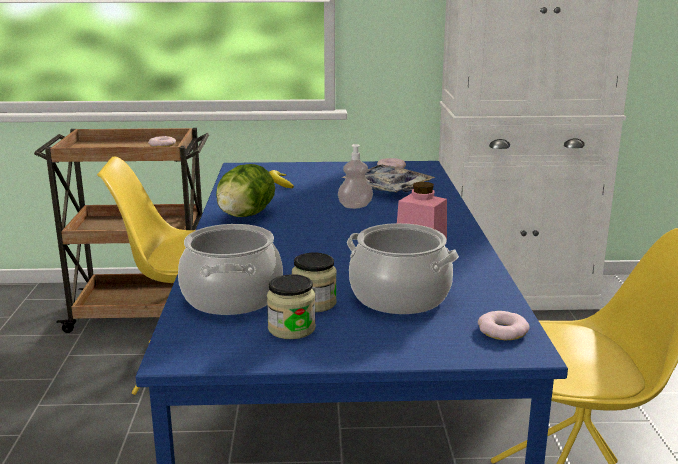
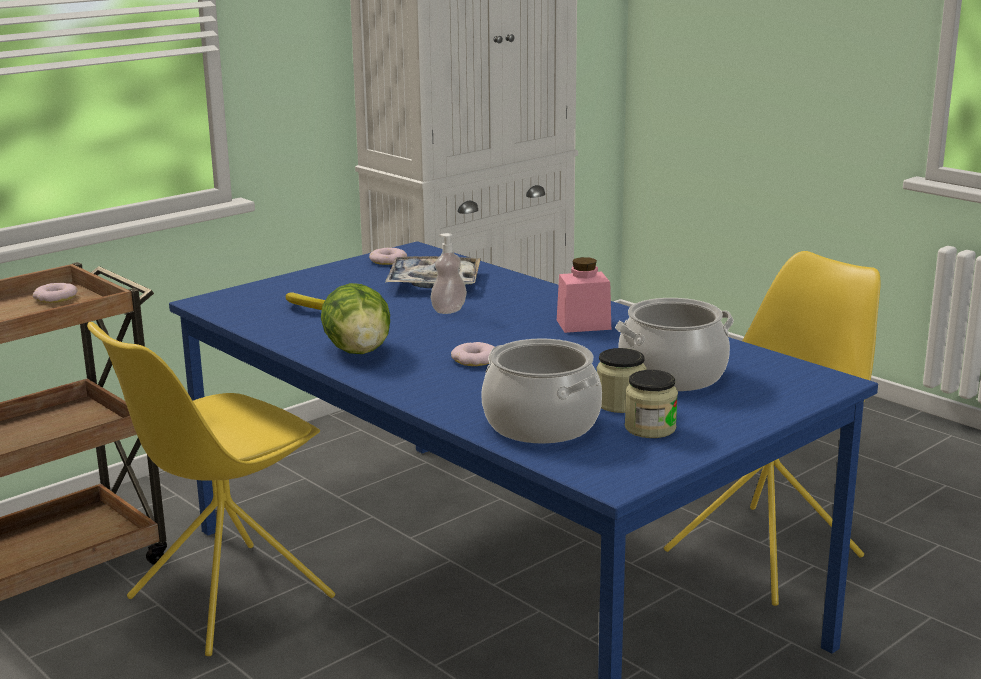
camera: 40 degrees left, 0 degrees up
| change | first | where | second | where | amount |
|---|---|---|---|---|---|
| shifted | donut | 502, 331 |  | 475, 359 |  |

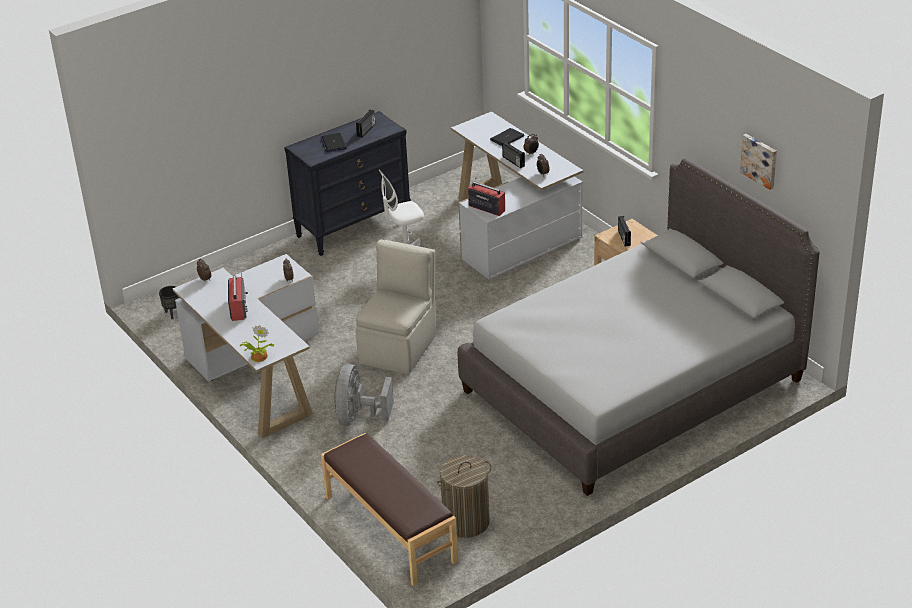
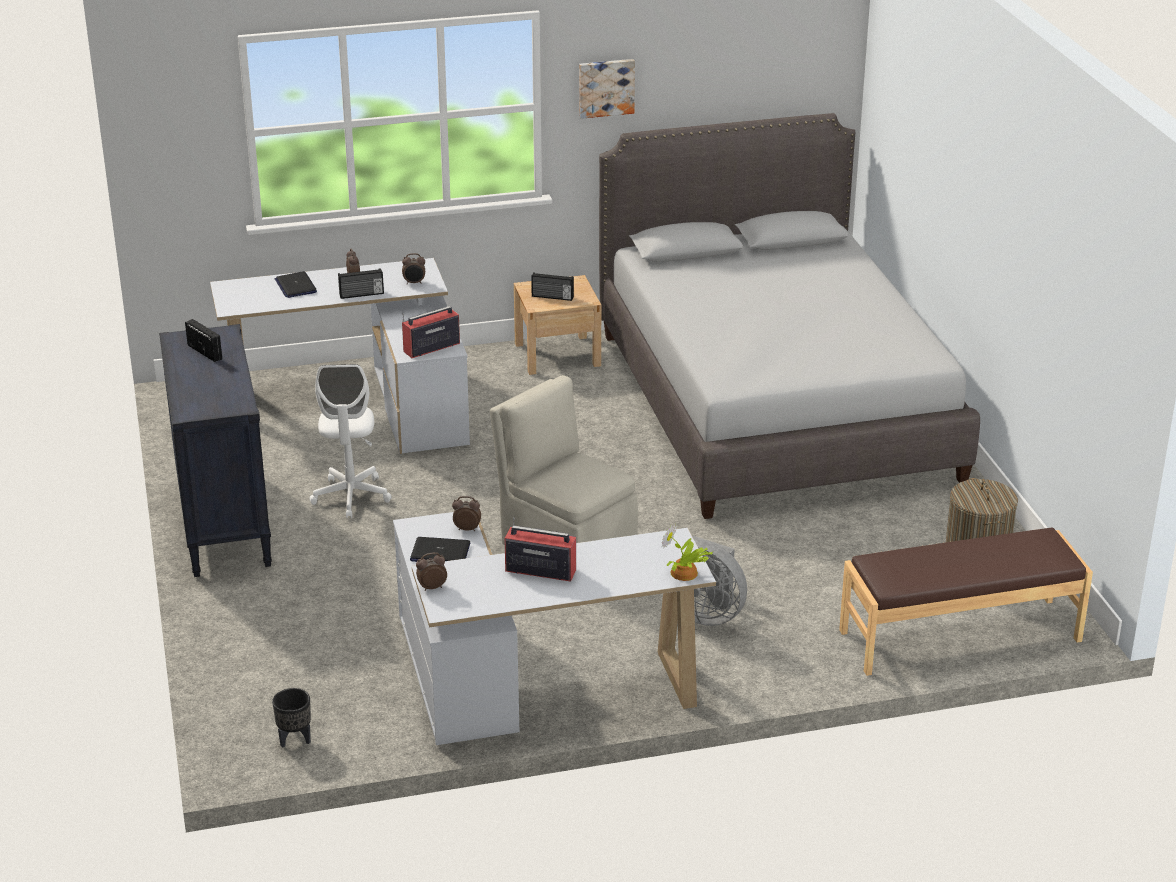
camera: 70 degrees left, 5 degrees down
| change | first | where | second | where | amount |
|---|---|---|---|---|---|
| shifted | laptop | 333, 143 |  | 440, 552 |  |
| shifted | picture | 759, 160 |  | 606, 87 |  |

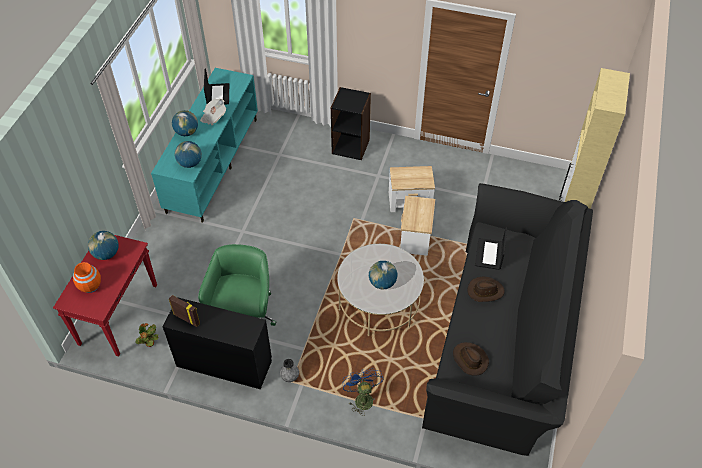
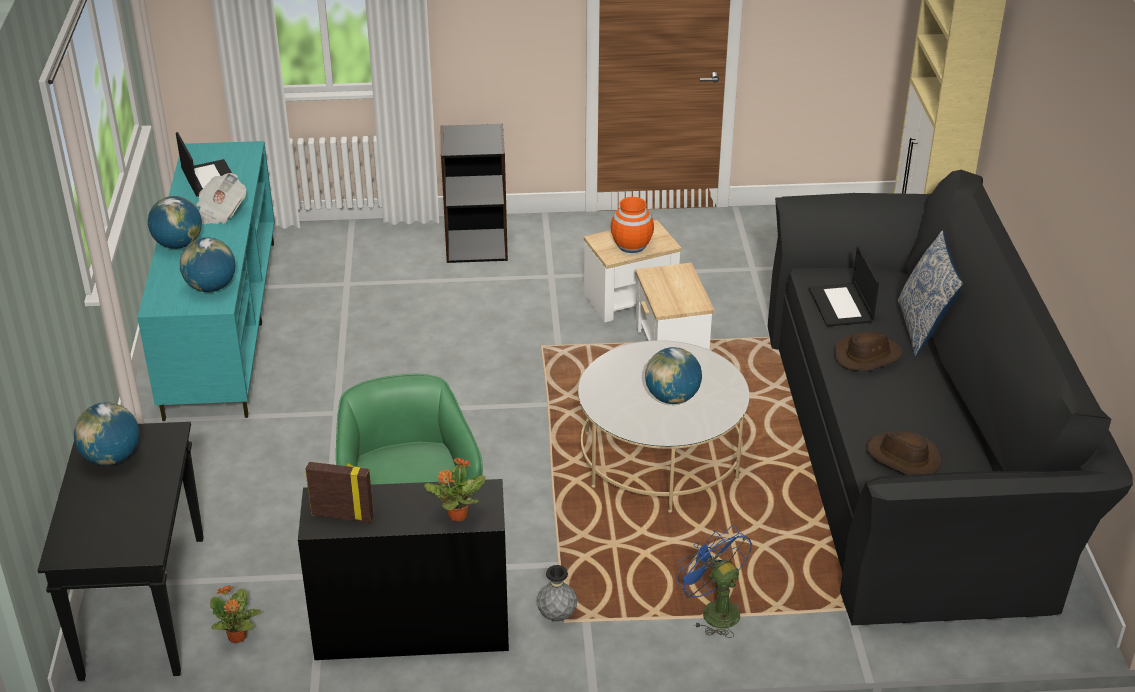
camera: 20 degrees left, 15 degrees down
| change | first | where | second | where | amount |
|---|---|---|---|---|---|
| repainted | red_console_table | 118, 314 | black_console_table | 143, 605 |  |
| shifted | orange_vase | 90, 286 |  | 632, 245 |  |
| new |  |  | pillow | 923, 328 |  |
| new |  |  | potted_plant | 457, 515 |  |

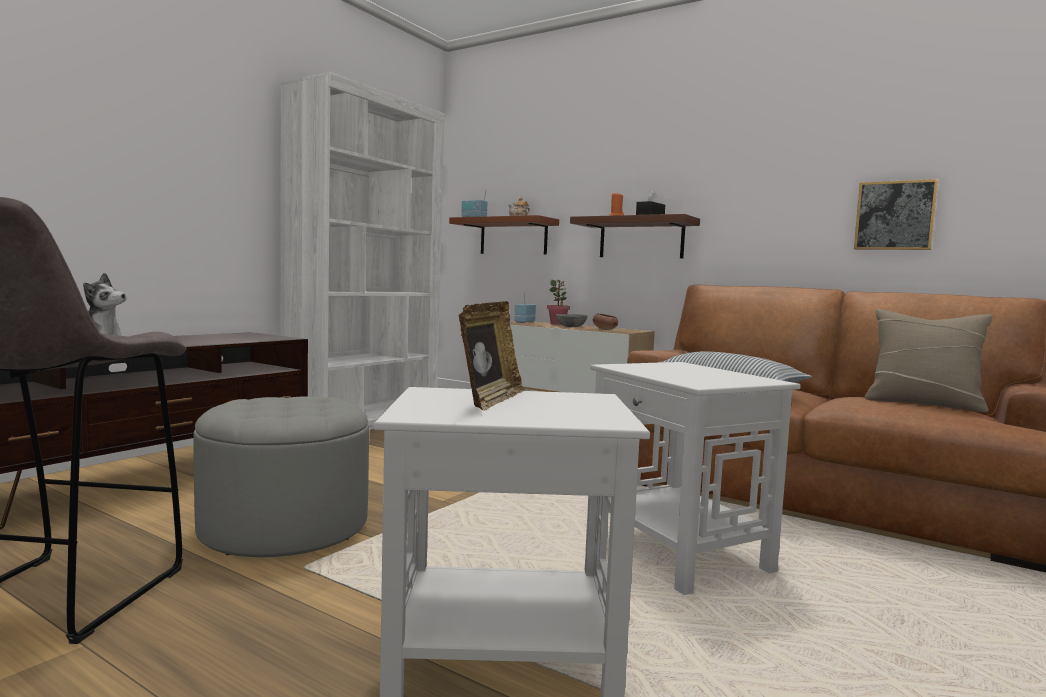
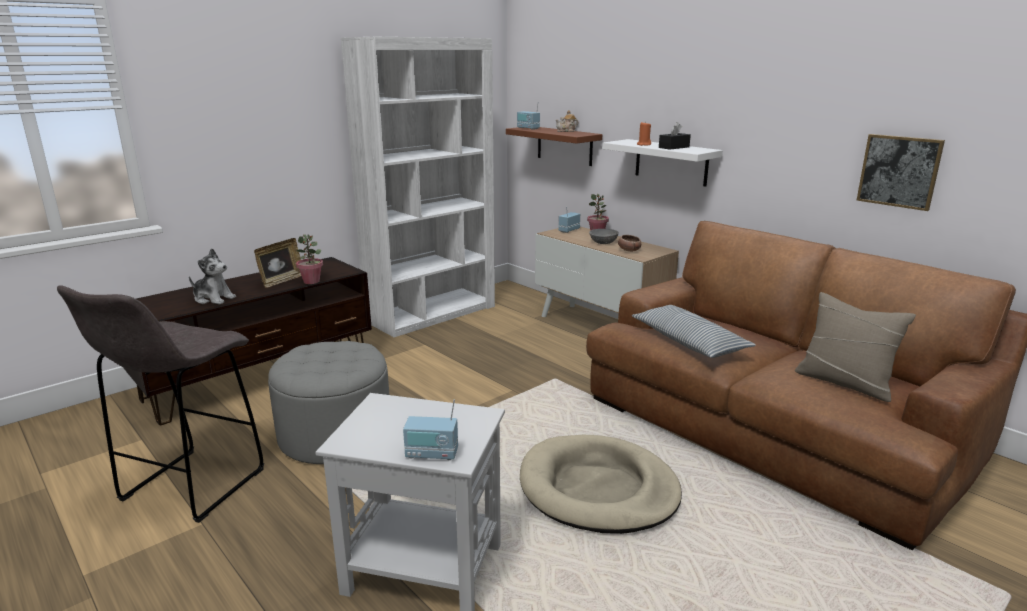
camera: 15 degrees right, 15 degrees up
| change | first | where | second | where | amount |
|---|---|---|---|---|---|
| repainted | brown_shelf | 641, 238 | white_shelf | 671, 162 |  |
| shifted | picture_frame | 490, 401 |  | 281, 281 |  |
| swapped | white_side_table | 678, 554 | beige_dog_bed | 598, 489 |  |
| new |  |  | potted_plant | 311, 281 |  |
| new |  |  | radio | 432, 454 |  |

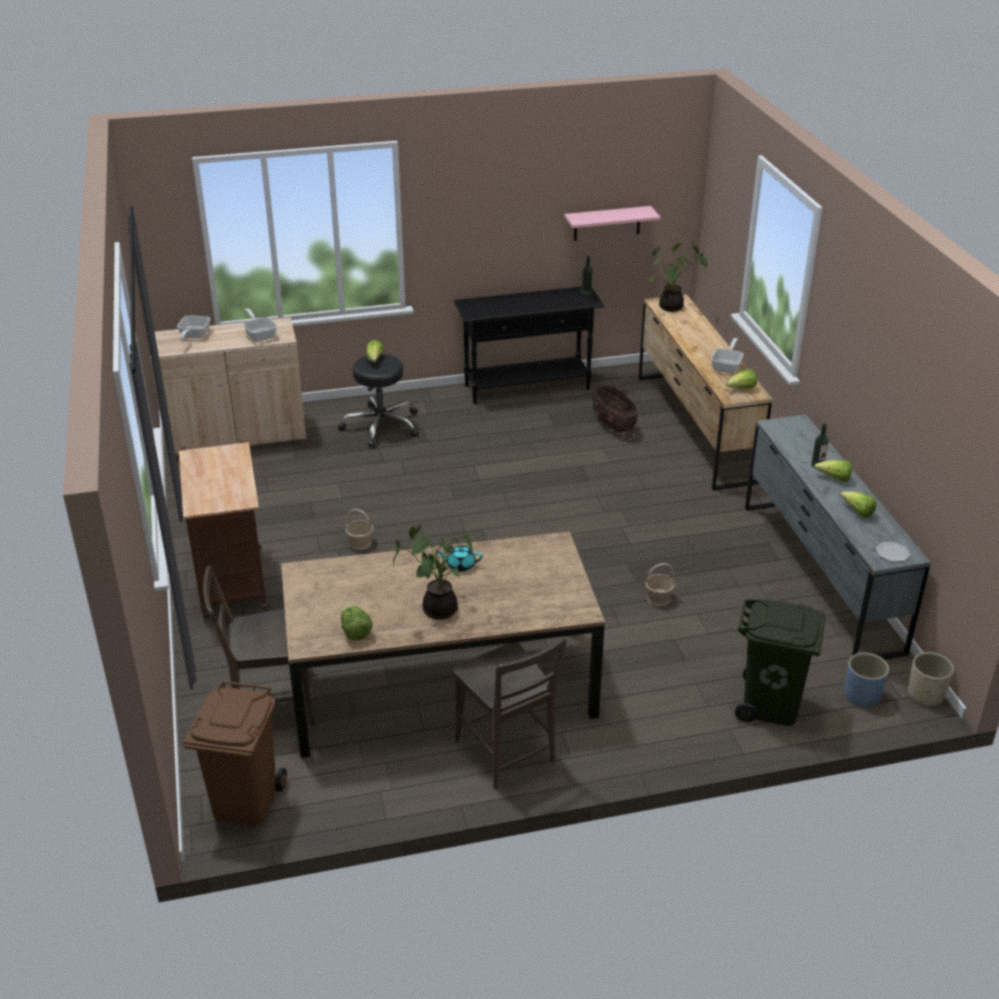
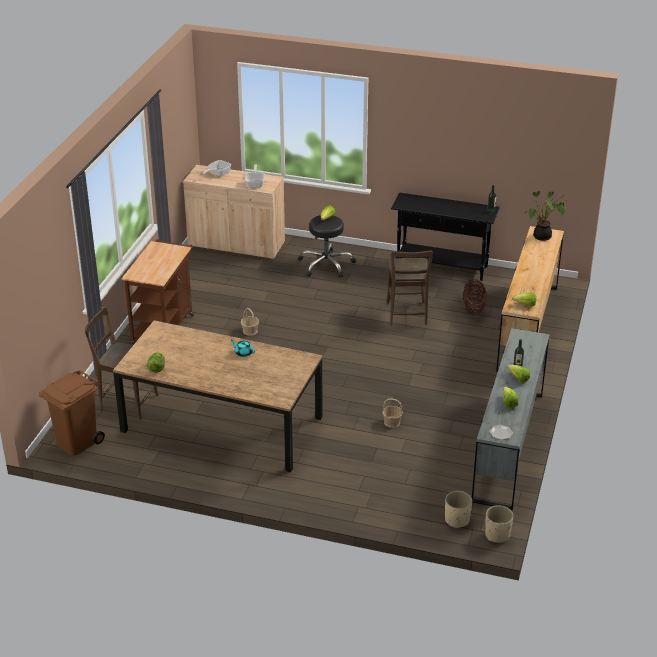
camera: 30 degrees right, 0 degrees up
| change | first | where | second | where | amount |
|---|---|---|---|---|---|
| gone | pink_shelf | 607, 223 |  |  |  |
| gone | frying_pan | 727, 366 |  |  |  |
| gone | potted_plant | 437, 608 |  |  |  |
| gone | green_trash_can | 770, 706 |  |  |  |
| shifted | brown_chair | 507, 755 |  | 407, 315 |  |
| repainted | blue_planter | 862, 696 | beige_planter | 457, 520 |  |

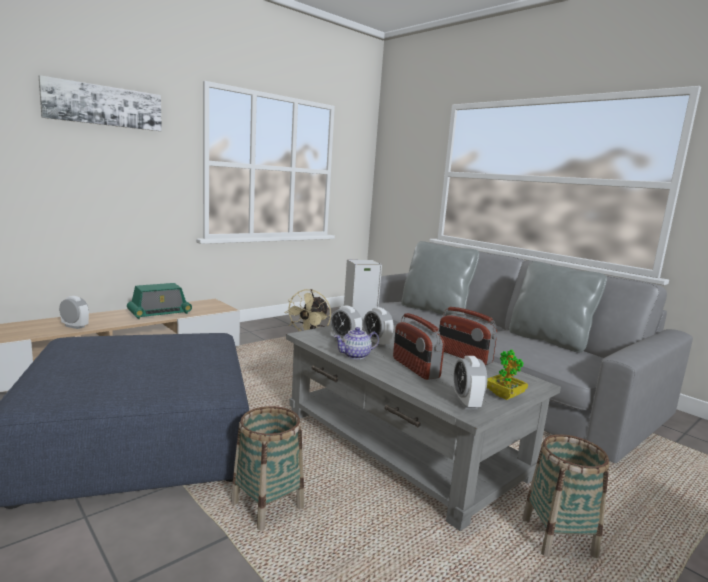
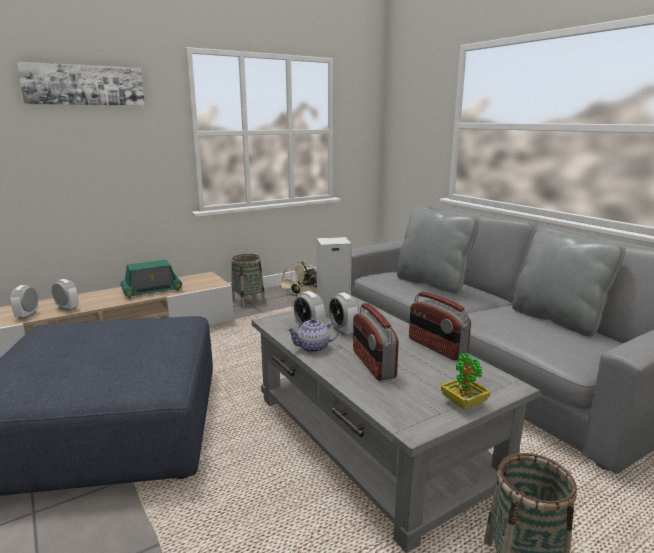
camera: 10 degrees right, 5 degrees up
| change | first | where | second | where | amount |
|---|---|---|---|---|---|
| shifted | alarm_clock | 466, 403 |  | 27, 315 |  |
| shifted | basket | 267, 505 |  | 248, 301 |  |

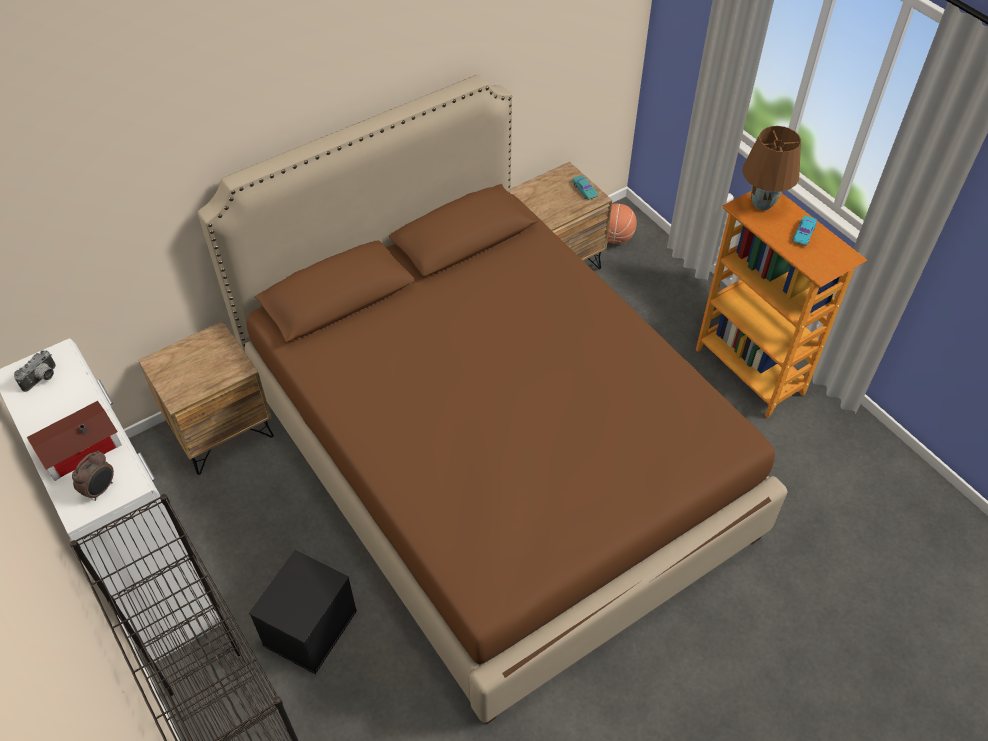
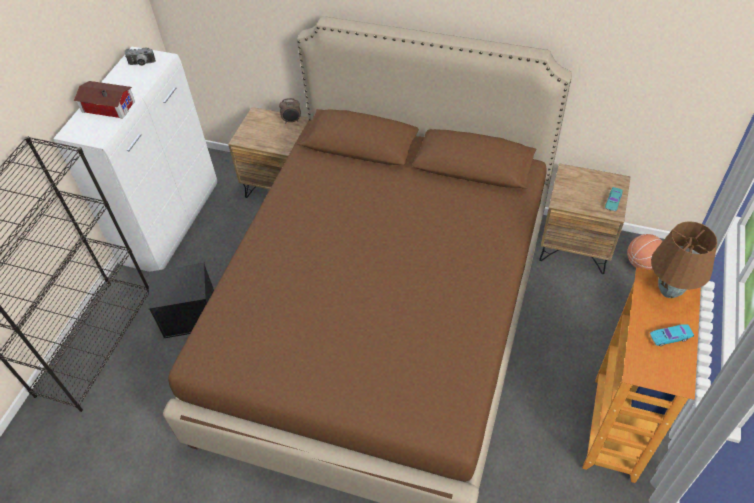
camera: 55 degrees right, 0 degrees up
| change | first | where | second | where | amount |
|---|---|---|---|---|---|
| shifted | alarm_clock | 101, 489 |  | 292, 121 |  |

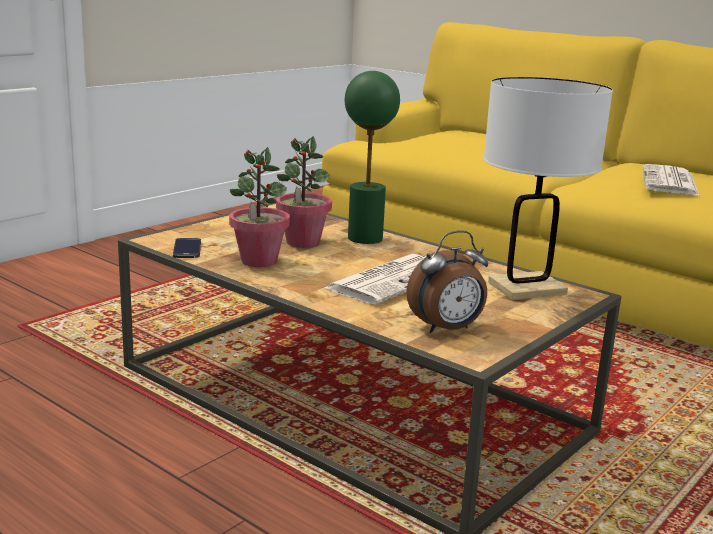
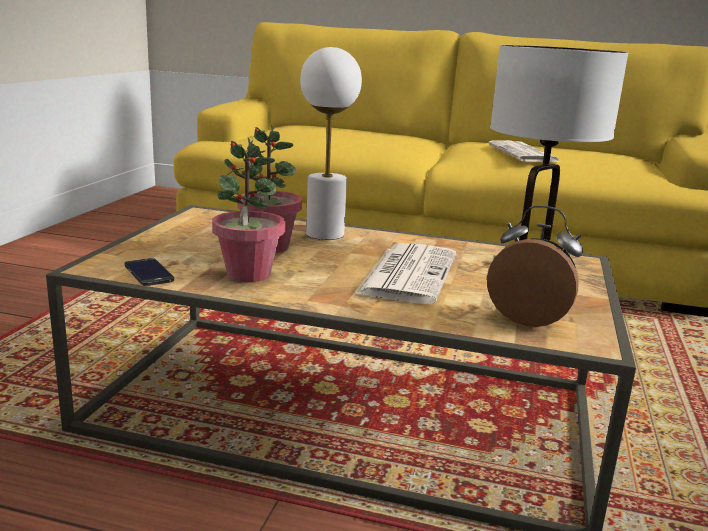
camera: 25 degrees left, 0 degrees up
| change | first | where | second | where | amount |
|---|---|---|---|---|---|
| repainted | green_table_lamp | 365, 238 | white_table_lamp | 325, 234 |  |
| rotated | alarm_clock | 447, 329 |  | 529, 318 | 105 degrees counterclockwise |

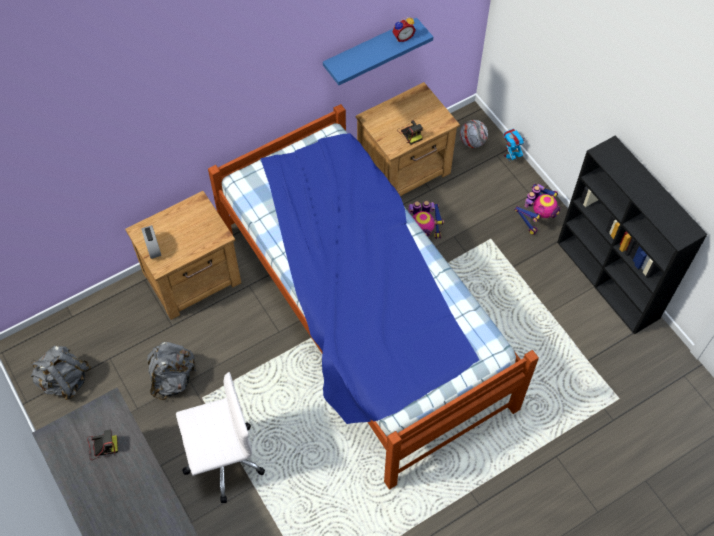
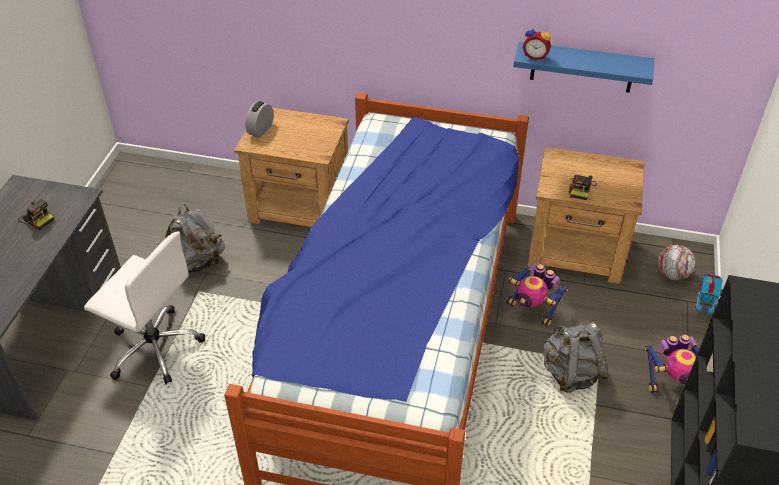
camera: 45 degrees right, 15 degrees down
| change | first | where | second | where | amount |
|---|---|---|---|---|---|
| shifted | alarm_clock | 402, 37 |  | 535, 56 |  |
| shifted | grey_backpack | 65, 380 |  | 570, 373 |  |

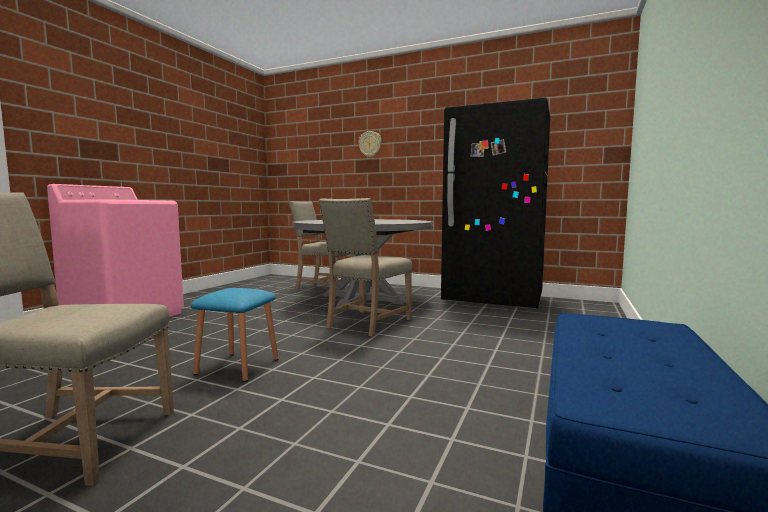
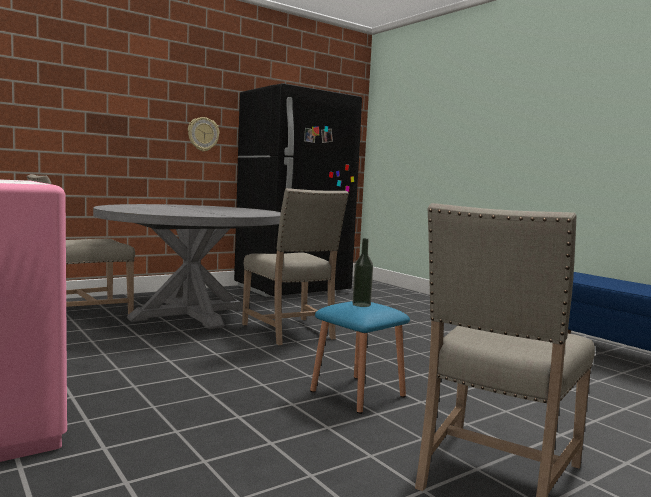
camera: 60 degrees left, 0 degrees up
| change | first | where | second | where | amount |
|---|---|---|---|---|---|
| shifted | wall_clock | 370, 144 |  | 203, 134 |  |
| new |  |  | bottle | 361, 305 |  |

